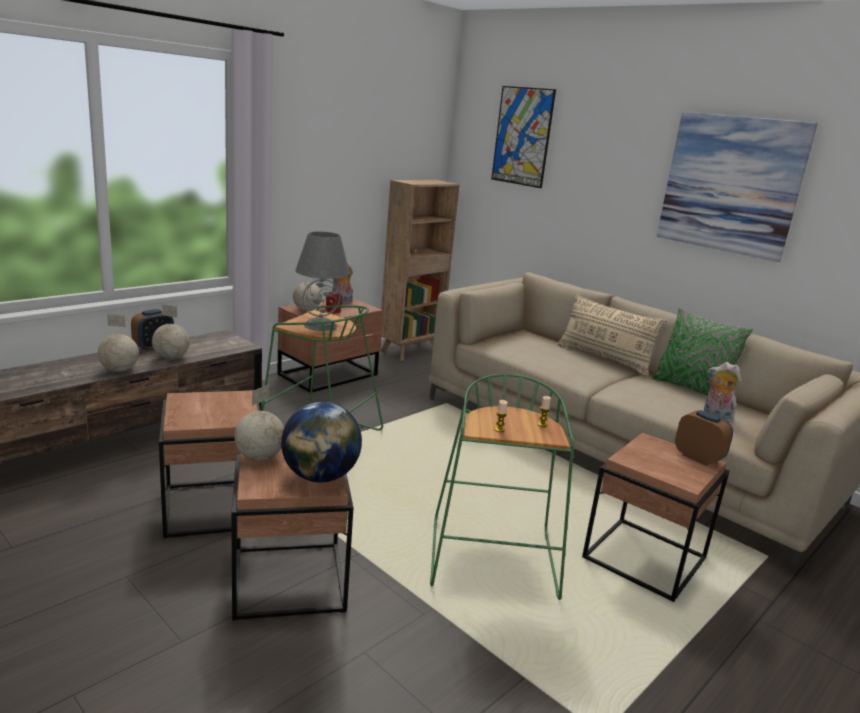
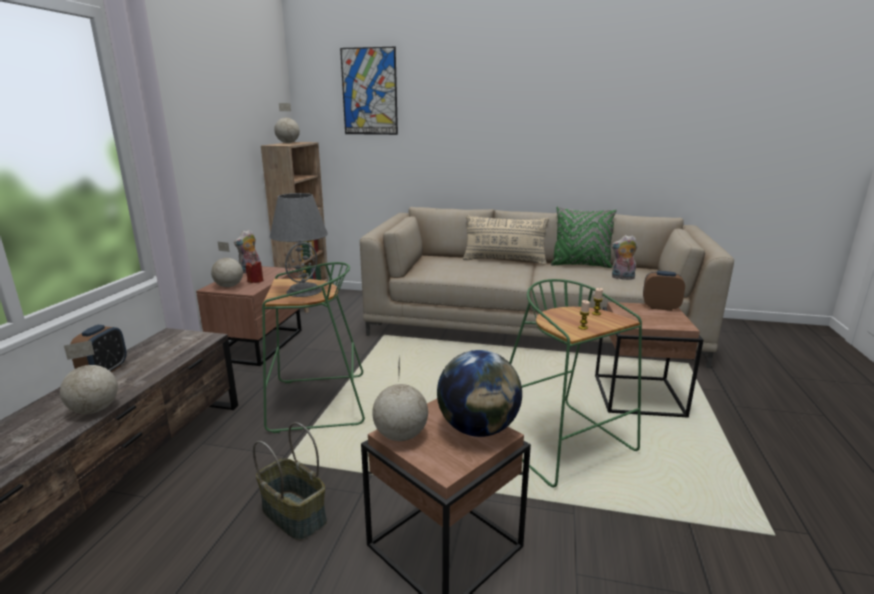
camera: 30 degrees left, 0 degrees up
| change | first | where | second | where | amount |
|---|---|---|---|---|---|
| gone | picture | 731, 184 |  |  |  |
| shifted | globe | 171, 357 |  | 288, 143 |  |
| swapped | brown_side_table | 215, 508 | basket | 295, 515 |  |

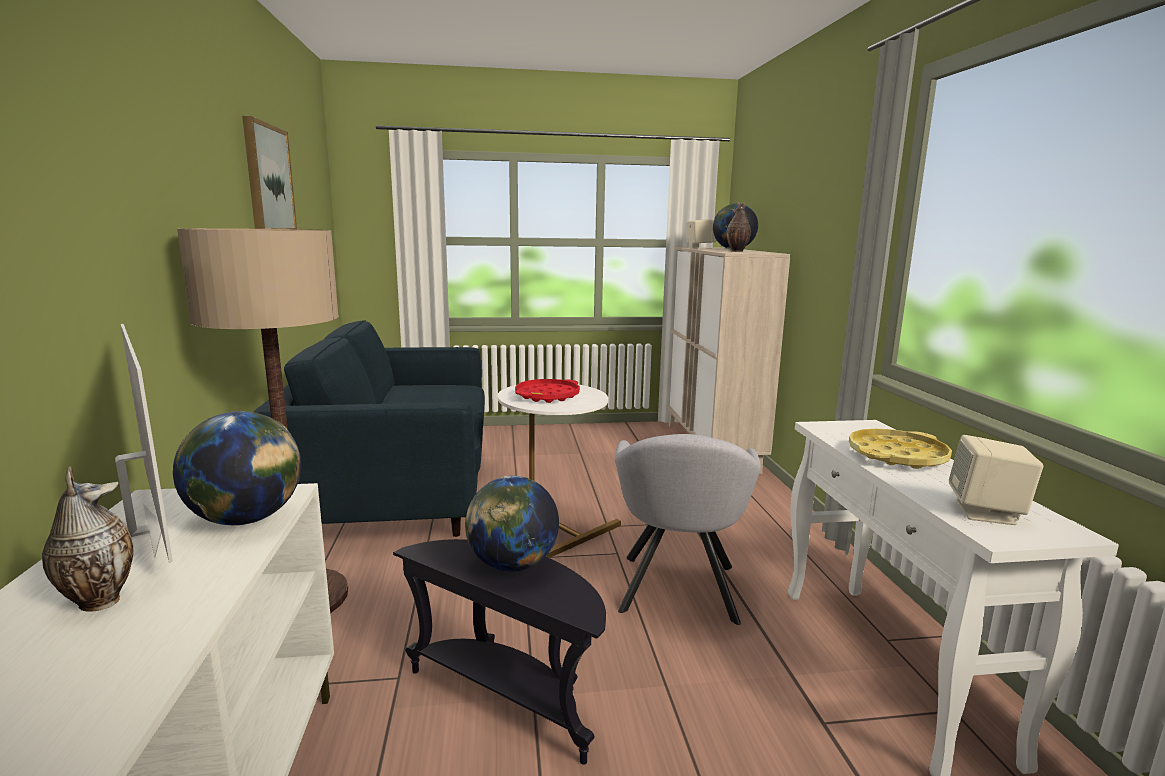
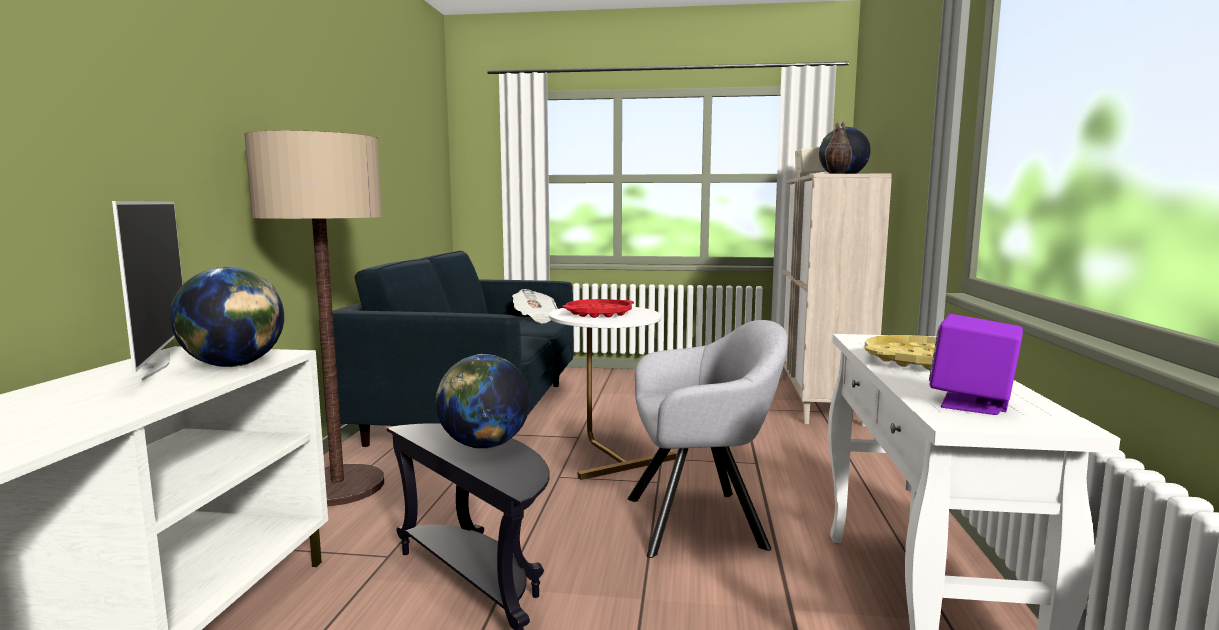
camera: 15 degrees right, 5 degrees down
| change | first | where | second | where | amount |
|---|---|---|---|---|---|
| gone | picture | 268, 179 |  |  |  |
| rotated | grey_armchair | 677, 592 |  | 703, 521 | 120 degrees counterclockwise |
| repainted | beige_speaker | 986, 513 | purple_speaker | 972, 404 |  |
| gone | vase | 98, 601 |  |  |  |
| new |  |  | newspaper | 536, 319 |  |

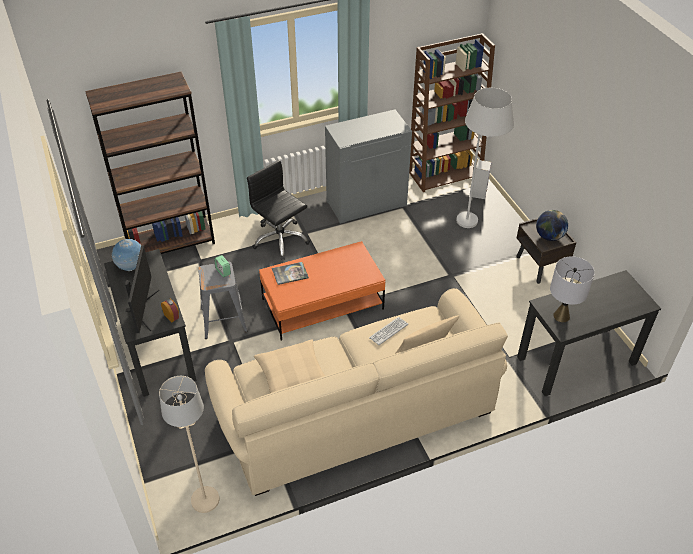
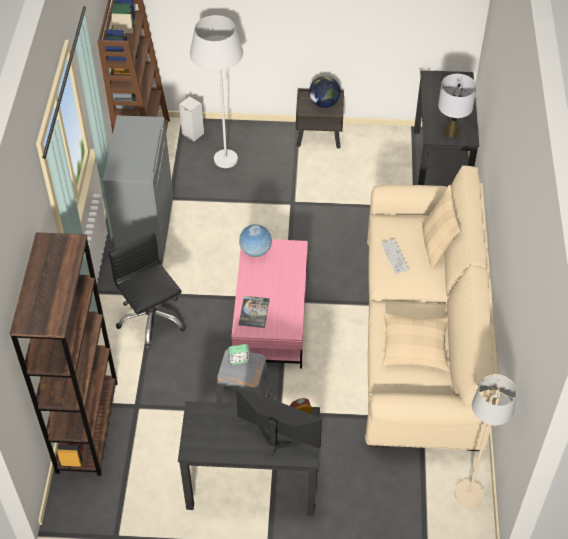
camera: 65 degrees left, 5 degrees up
| change | first | where | second | where | amount |
|---|---|---|---|---|---|
| rotated | black_office_chair | 280, 240 |  | 151, 320 | 75 degrees clockwise |
| shifted | globe | 131, 267 |  | 255, 252 |  |
| repainted | orange_coffee_table | 322, 304 | pink_coffee_table | 271, 317 |  |

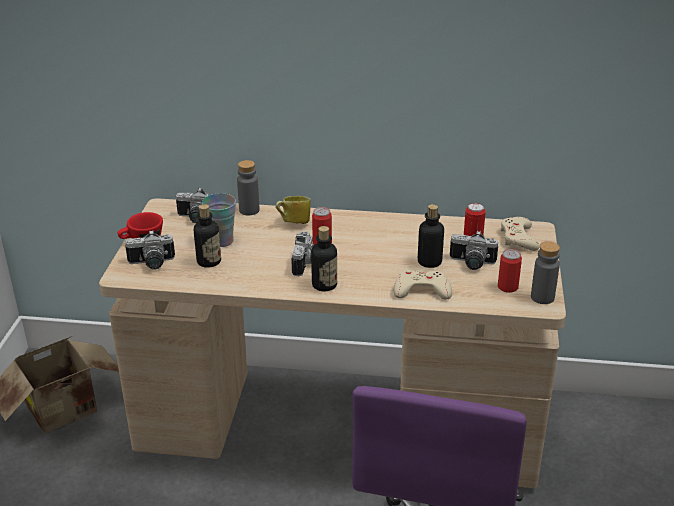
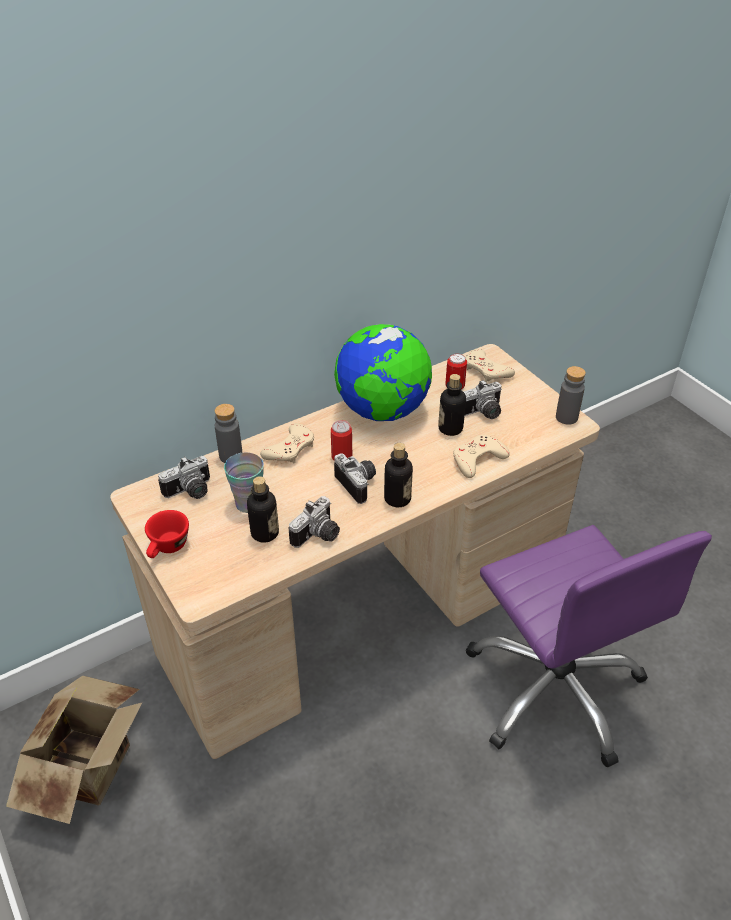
camera: 40 degrees left, 10 degrees up
| change | first | where | second | where | amount |
|---|---|---|---|---|---|
| swapped | mug | 293, 223 | beige_game_controller | 290, 449 |  |
| shifted | photo_camera | 151, 264 |  | 318, 536 |  |
| gone | can | 507, 287 |  |  |  |
| new |  |  | globe | 382, 411 |  |

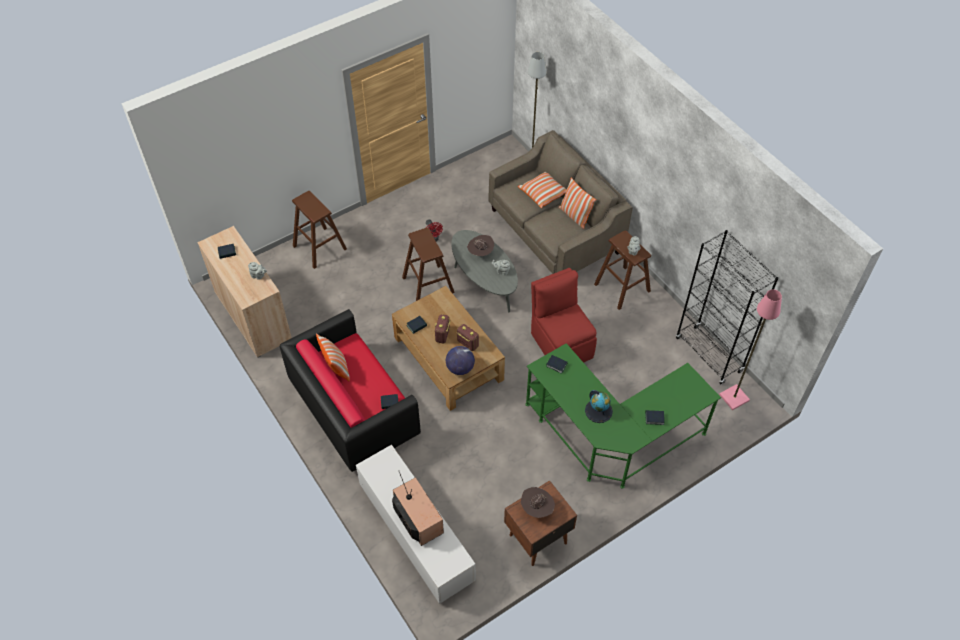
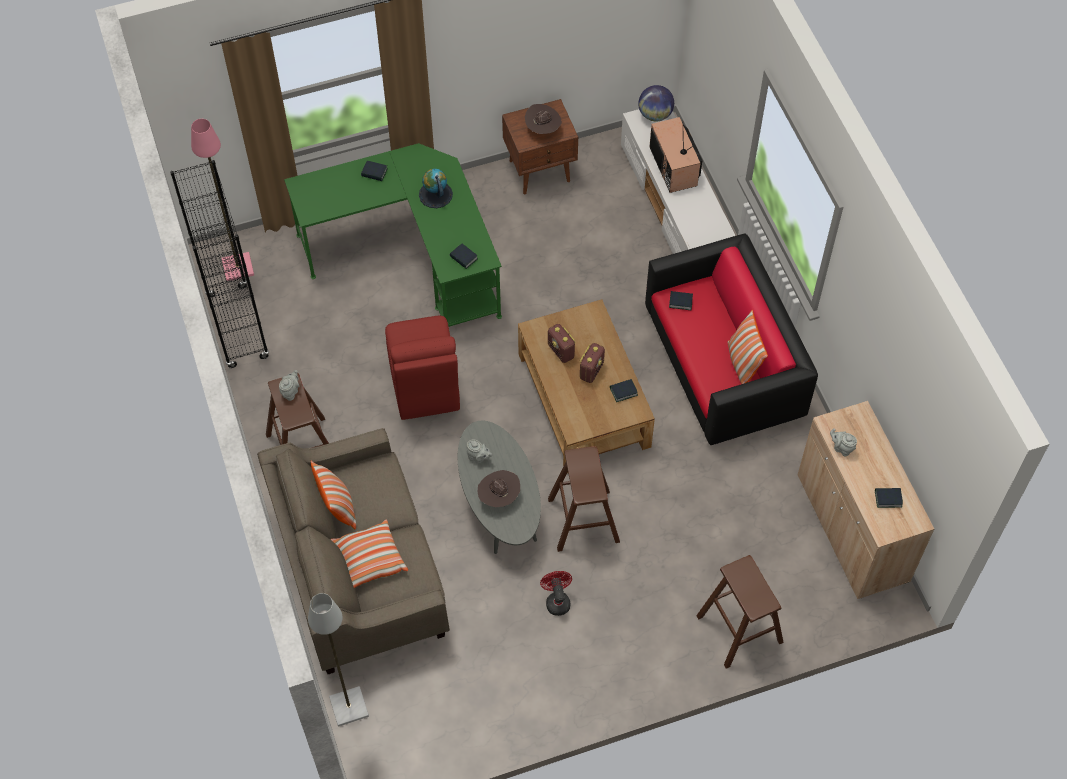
camera: 165 degrees left, 5 degrees up
| change | first | where | second | where | amount |
|---|---|---|---|---|---|
| shifted | globe | 460, 368 |  | 655, 115 |  |

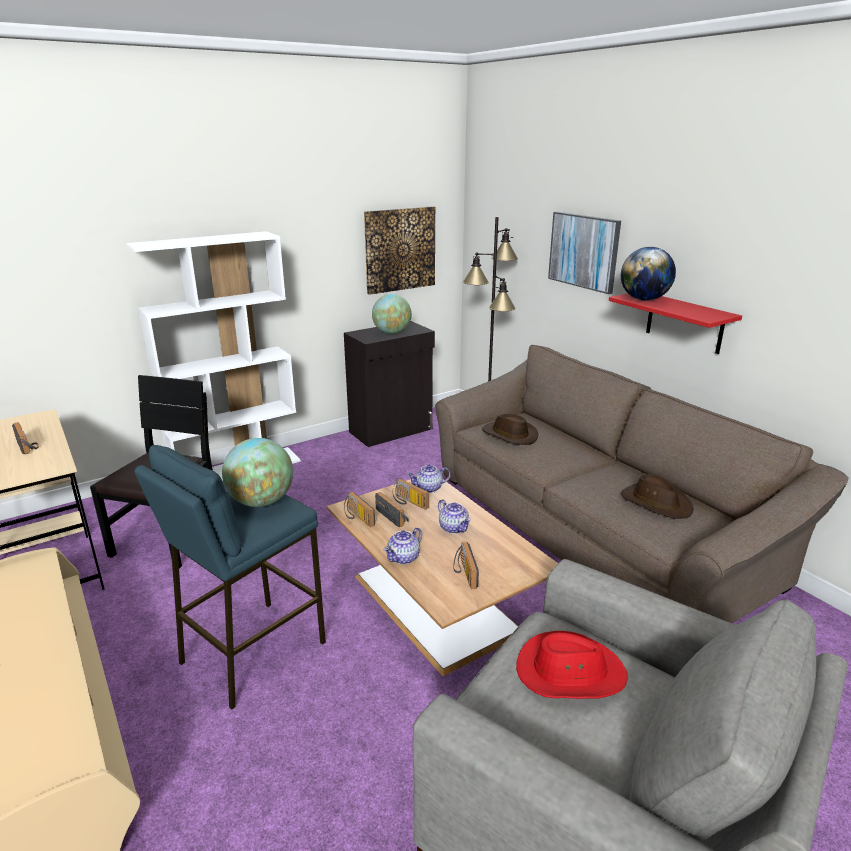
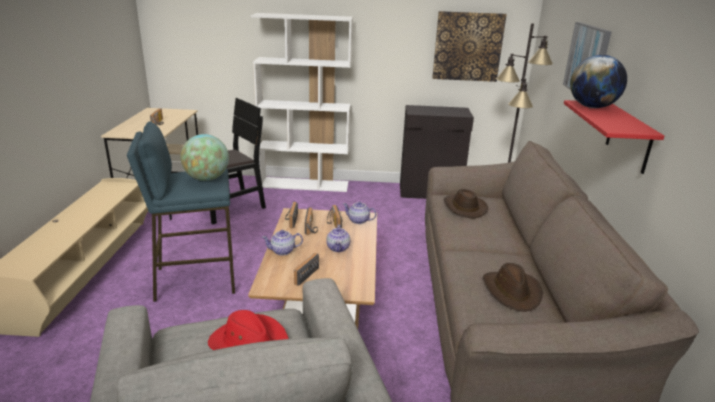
camera: 35 degrees right, 0 degrees up
| change | first | where | second | where | amount |
|---|---|---|---|---|---|
| gone | globe | 392, 333 |  |  |  |

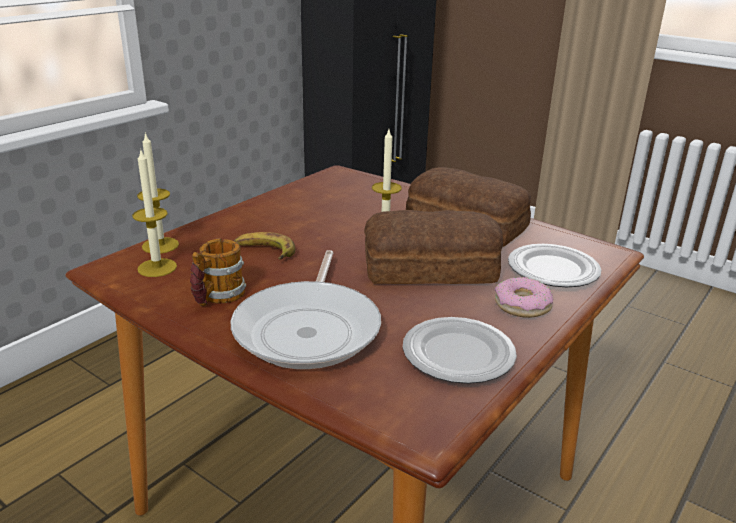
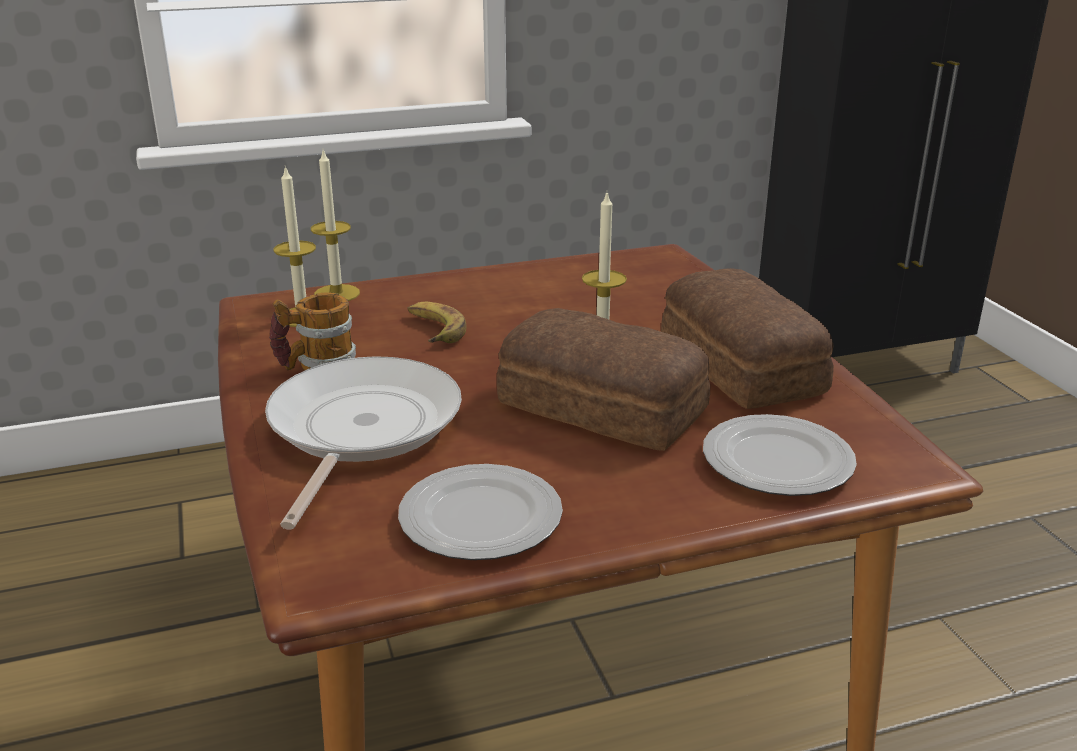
camera: 35 degrees right, 0 degrees up
| change | first | where | second | where | amount |
|---|---|---|---|---|---|
| rotated | frying_pan | 309, 328 |  | 360, 430 | 150 degrees clockwise |
| gone | donut | 522, 305 |  |  |  |

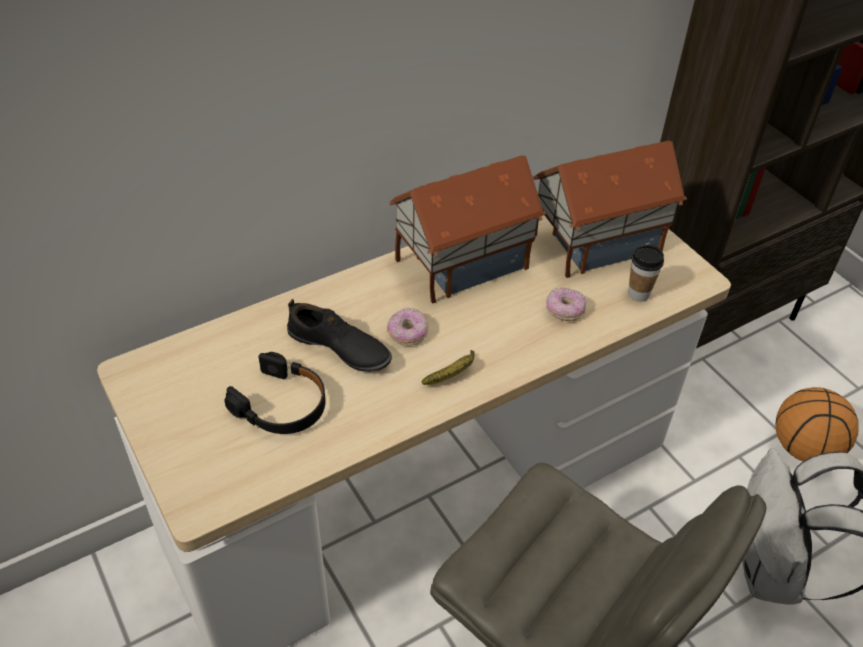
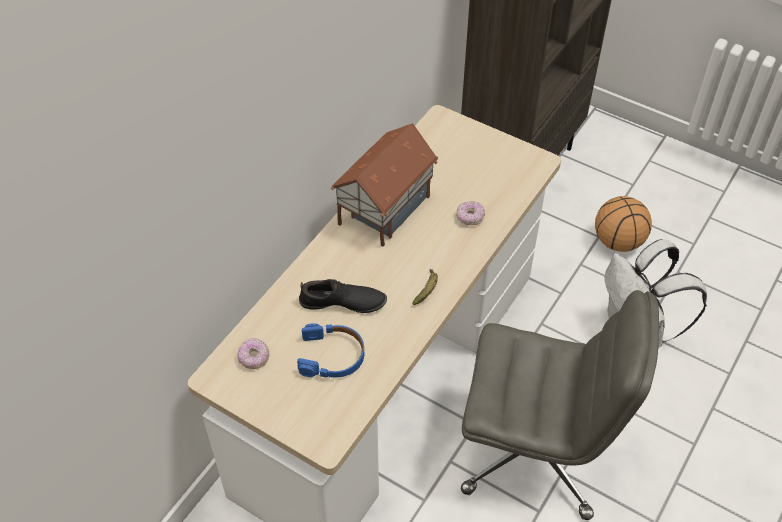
camera: 25 degrees left, 5 degrees up
| change | first | where | second | where | amount |
|---|---|---|---|---|---|
| gone | toy_house | 595, 243 |  |  |  |
| gone | cup | 638, 294 |  |  |  |
| shifted | donut | 407, 333 |  | 254, 358 |  |
| repainted | black_headphones | 282, 404 | blue_headphones | 332, 356 |  |

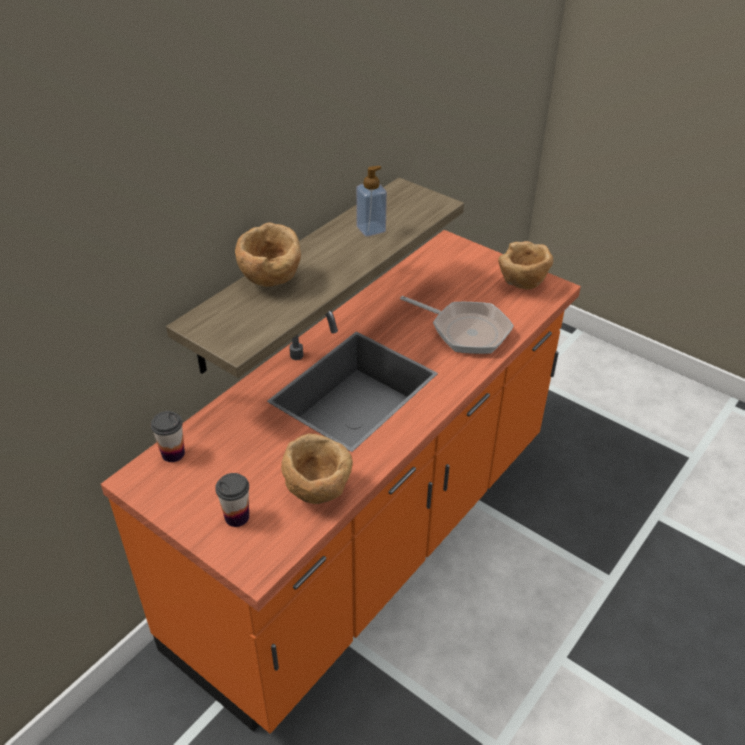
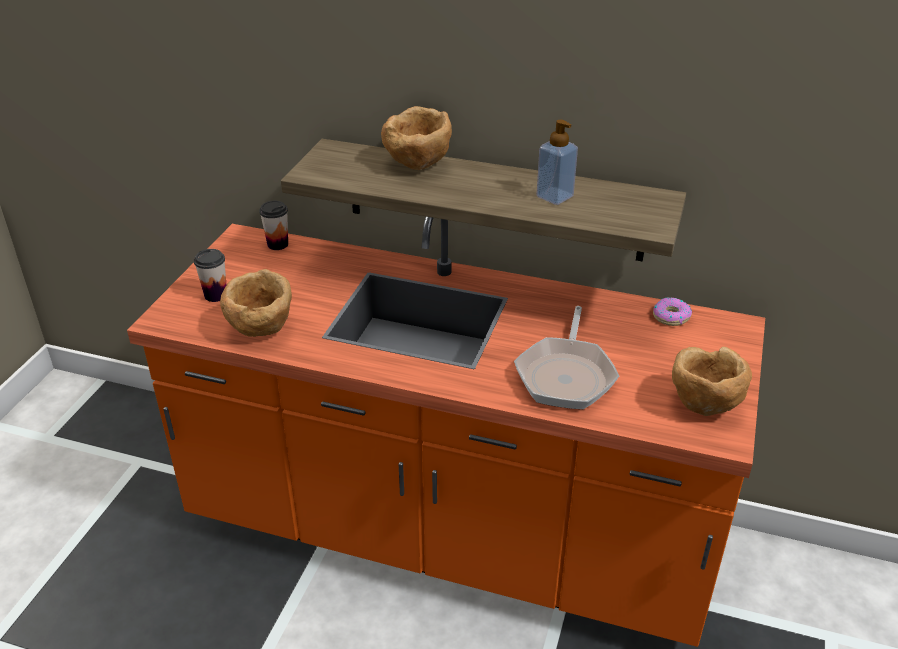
camera: 70 degrees right, 5 degrees down
| change | first | where | second | where | amount |
|---|---|---|---|---|---|
| new |  |  | donut | 671, 316 |  |

